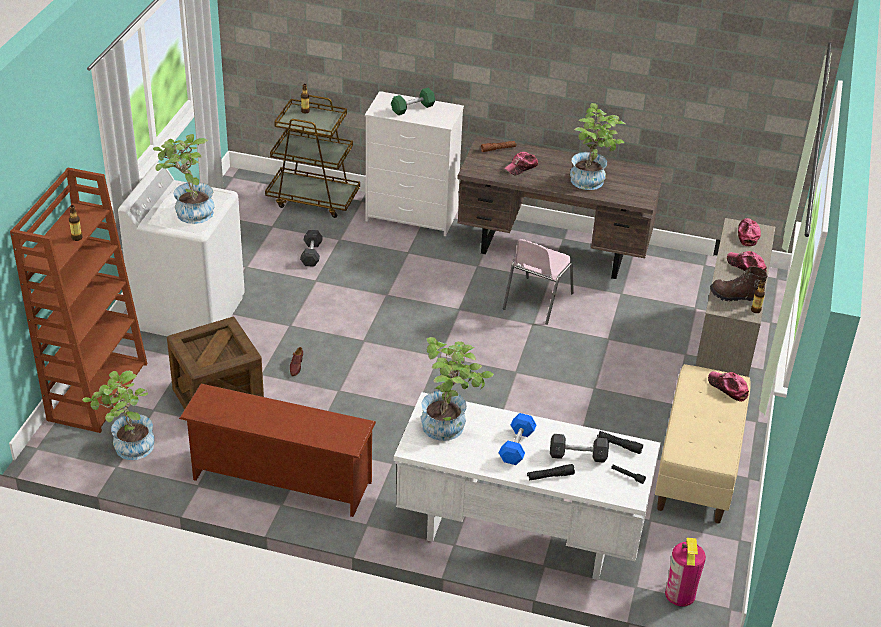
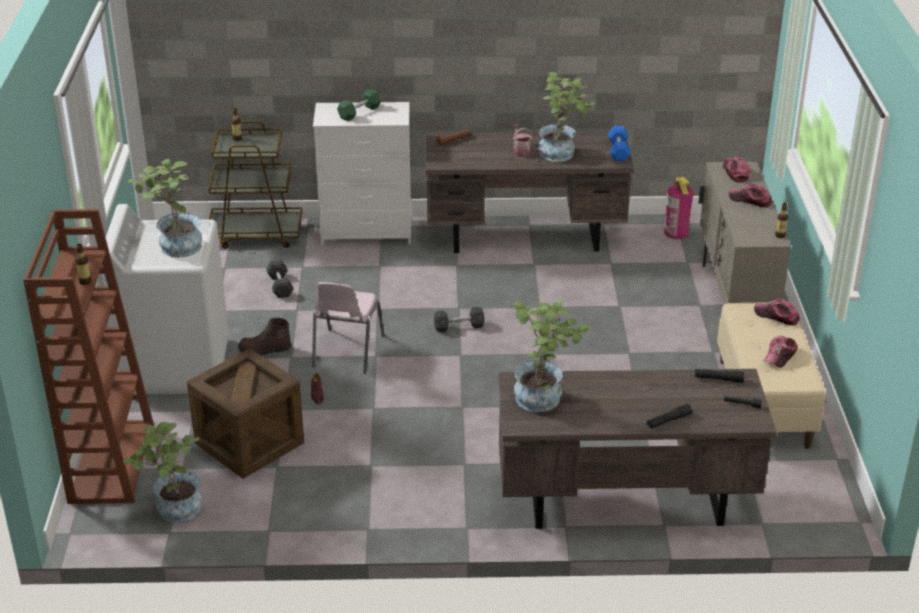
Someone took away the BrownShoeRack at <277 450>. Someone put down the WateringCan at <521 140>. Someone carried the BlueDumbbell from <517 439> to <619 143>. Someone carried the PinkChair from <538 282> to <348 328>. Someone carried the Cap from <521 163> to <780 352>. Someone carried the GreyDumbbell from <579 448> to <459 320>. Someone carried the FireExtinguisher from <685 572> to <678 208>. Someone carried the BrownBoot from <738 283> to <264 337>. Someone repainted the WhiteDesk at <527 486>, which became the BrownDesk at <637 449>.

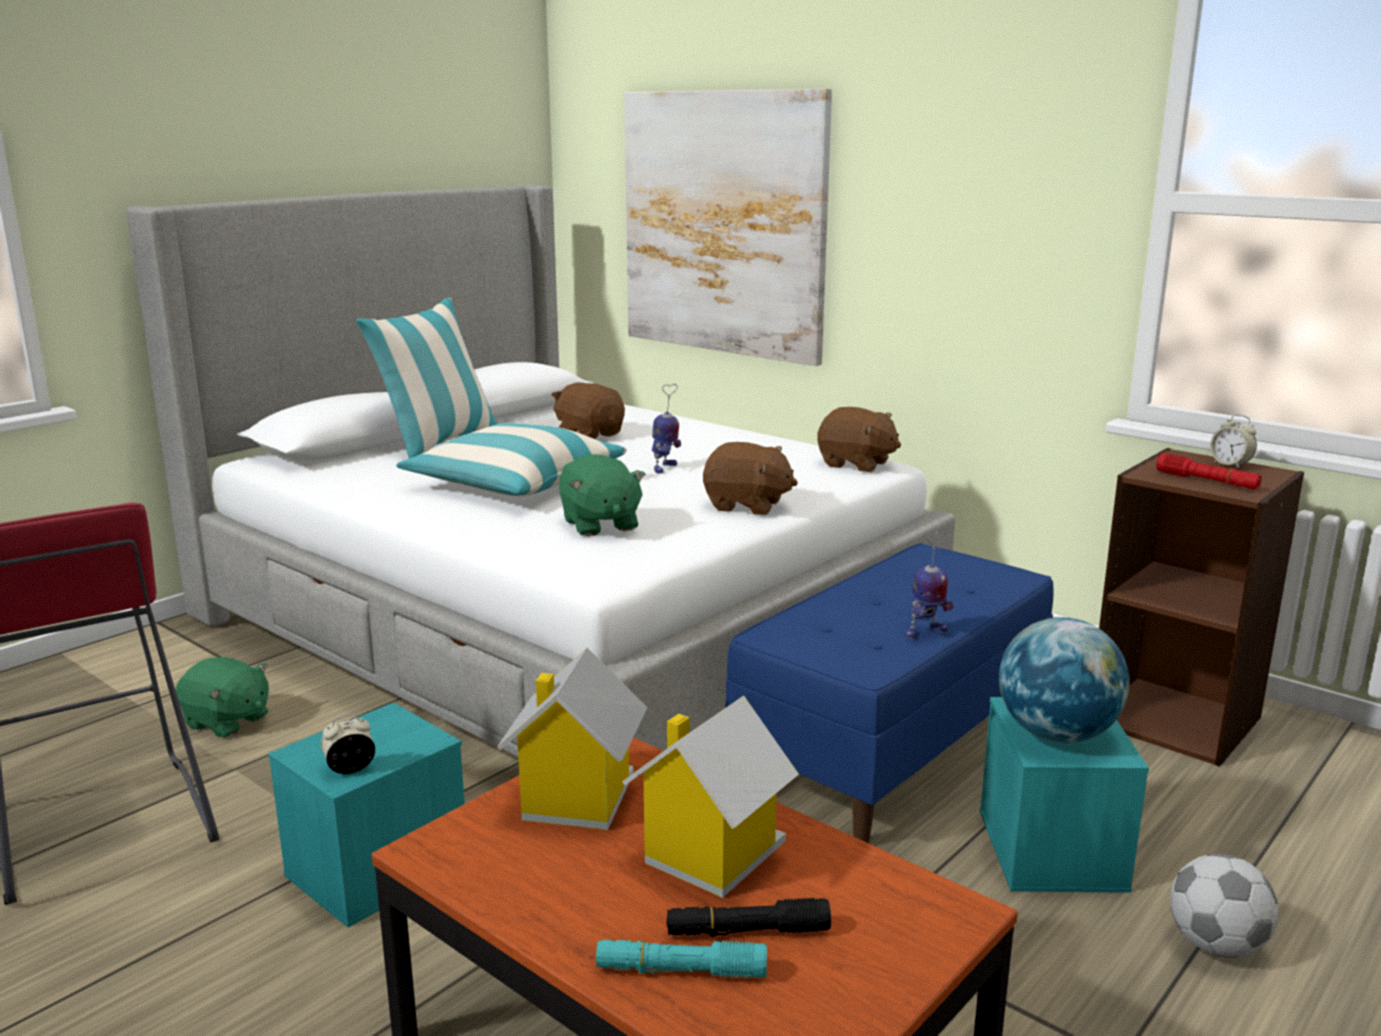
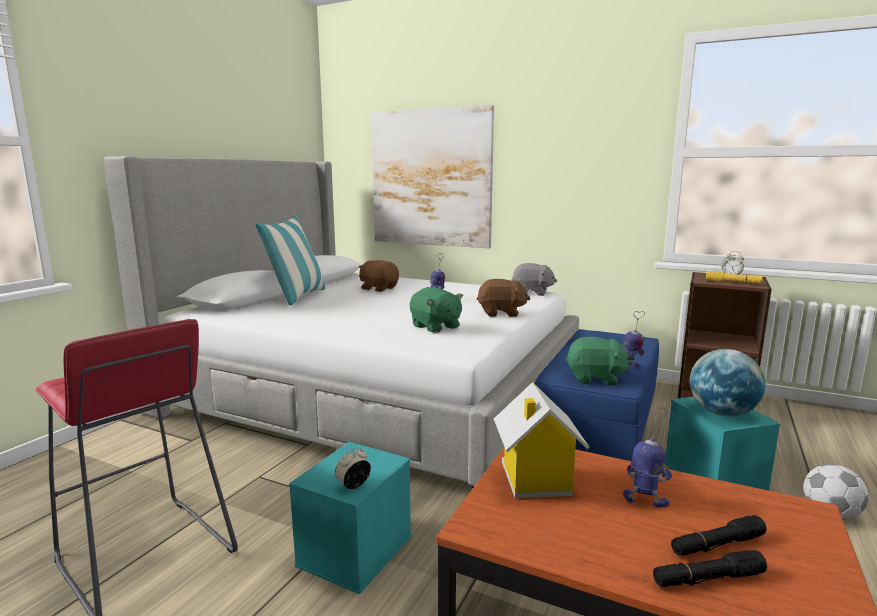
Someone took away the Pillow at <511 459>. Someone carried the GreenPlushToy from <222 697> to <599 361>. Someone swapped the ToyHouse at <710 797> for the ToyRobot at <647 456>. Someone repainted the TurquoiseFlashlight at <681 959>, which became the BlackFlashlight at <710 568>. Someone repainted the BrownPlushToy at <859 439>, which became the GreyPlushToy at <534 279>. Someone repainted the RedFlashlight at <1209 471>, which became the YellowFlashlight at <734 277>.

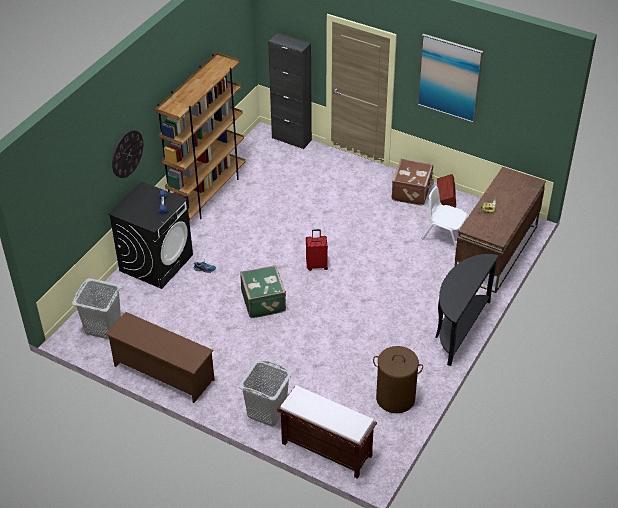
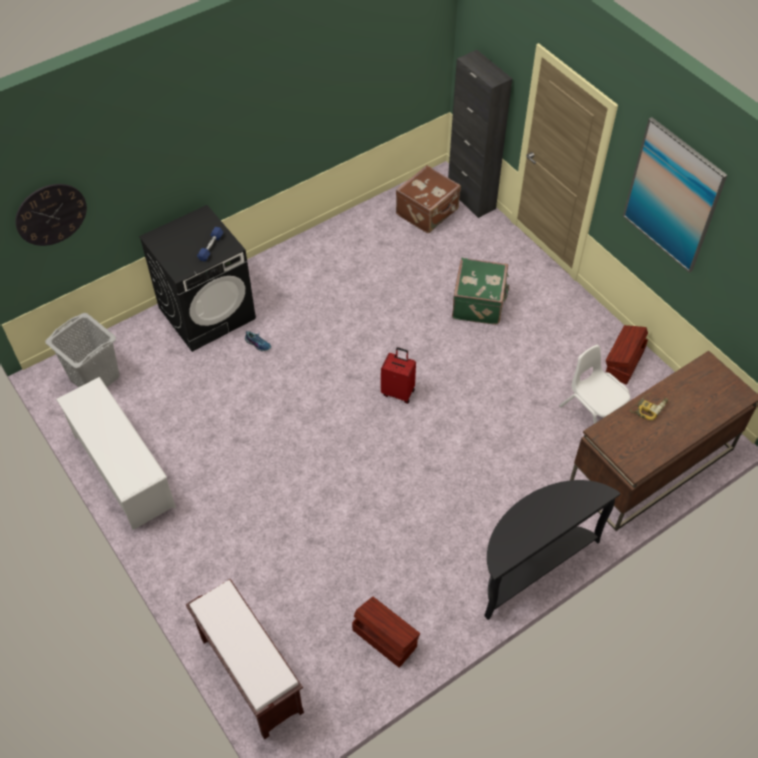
Someone took away the BrownBookcase at <200 137>. Someone took away the GreyLaundryBasket at <265 392>. Someone carried the WallClock from <127 154> to <51 215>. Someone carried the GreenSuitcase from <263 291> to <480 291>. Someone carried the BrownSuitcase from <412 182> to <428 199>. Someone swapped the BrownLaundryBasket at <398 379> for the BrownStorageBox at <386 632>. Someone repainted the BrownShoeRack at <160 357>, which became the WhiteShoeRack at <116 453>.

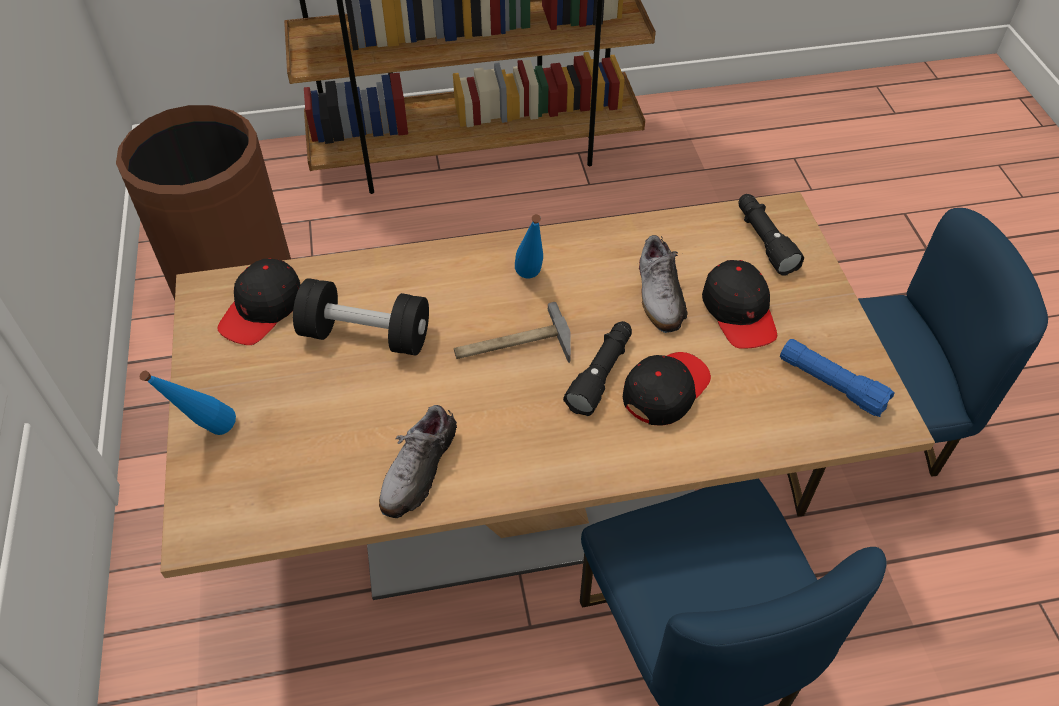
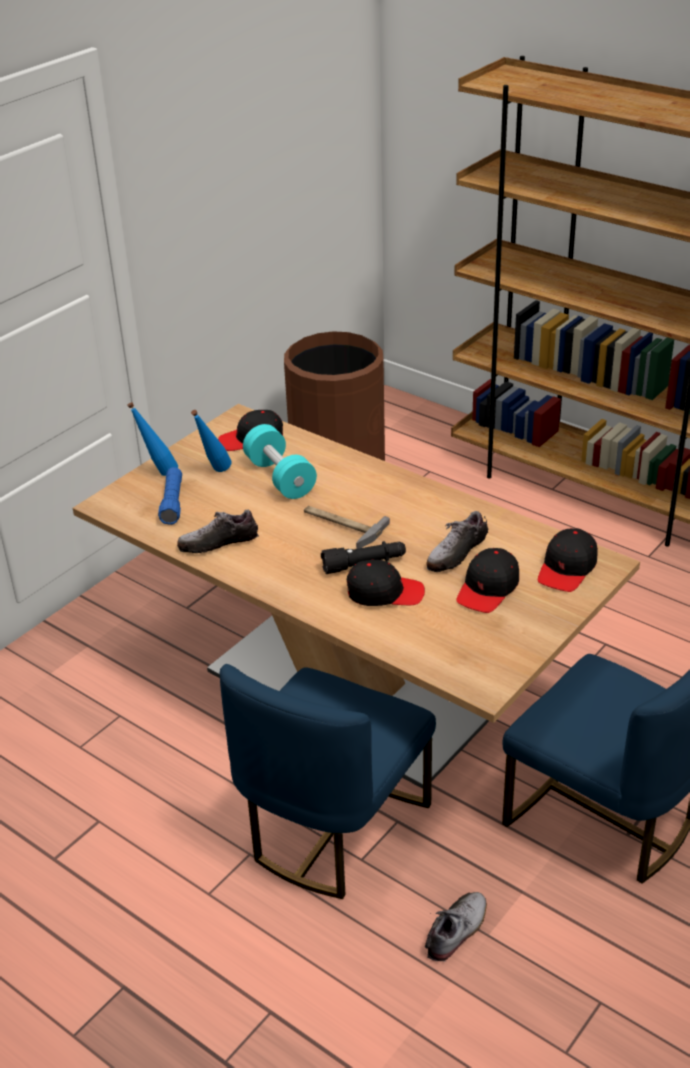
Someone put down the Shoe at <456 927>. Someone carried the BlueBottle from <529 246> to <211 441>. Someone carried the BlueFlashlight from <837 378> to <170 496>. Someone swapped the BlackFlashlight at <771 235> for the BlackCap at <568 560>. Someone repainted the BlackDumbbell at <361 317>, which became the TurquoiseDumbbell at <280 461>.

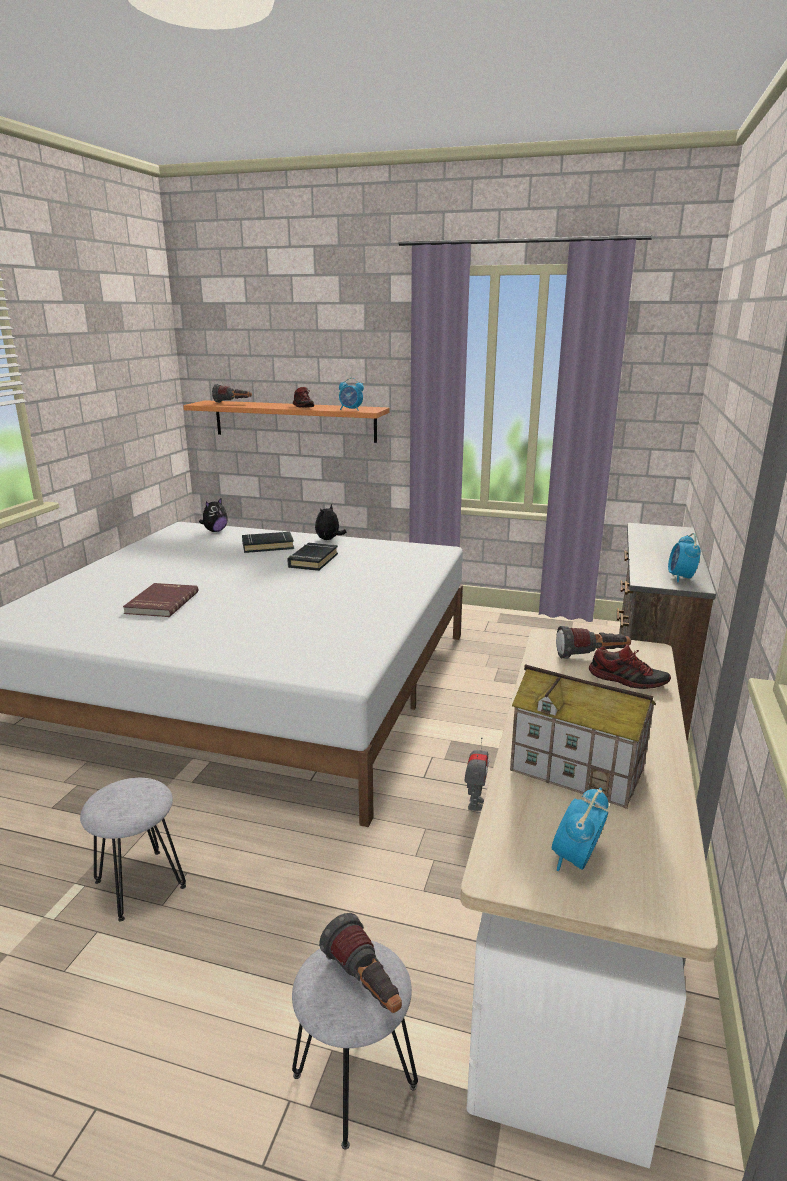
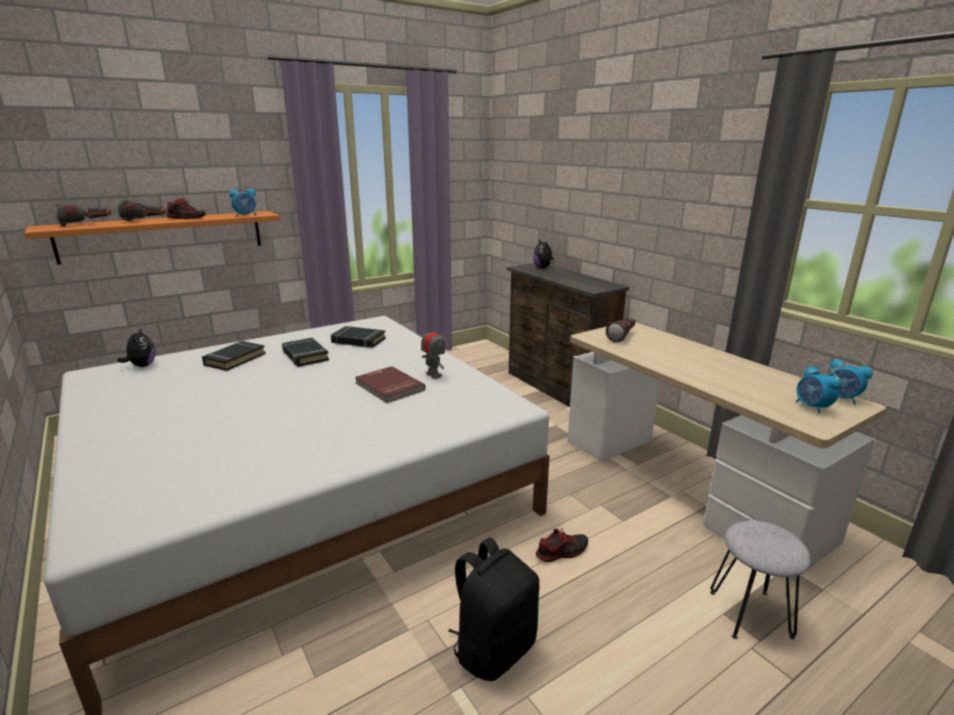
Someone took away the ToyHouse at <583 736>. Someone put down the BlackBook at <358 337>. Someone carried the RedBook from <160 600> to <390 384>. Someone carried the PlushToy from <330 522> to <544 253>. Someone carried the Flashlight from <360 963> to <142 210>. Someone carried the ToyRobot from <476 774> to <433 351>. Someone carried the Shoe from <630 666> to <562 545>. Someone carried the AlarmClock from <684 558> to <851 380>. Someone swapped the GreyStool at <133 849> for the BlackBackpack at <493 609>.

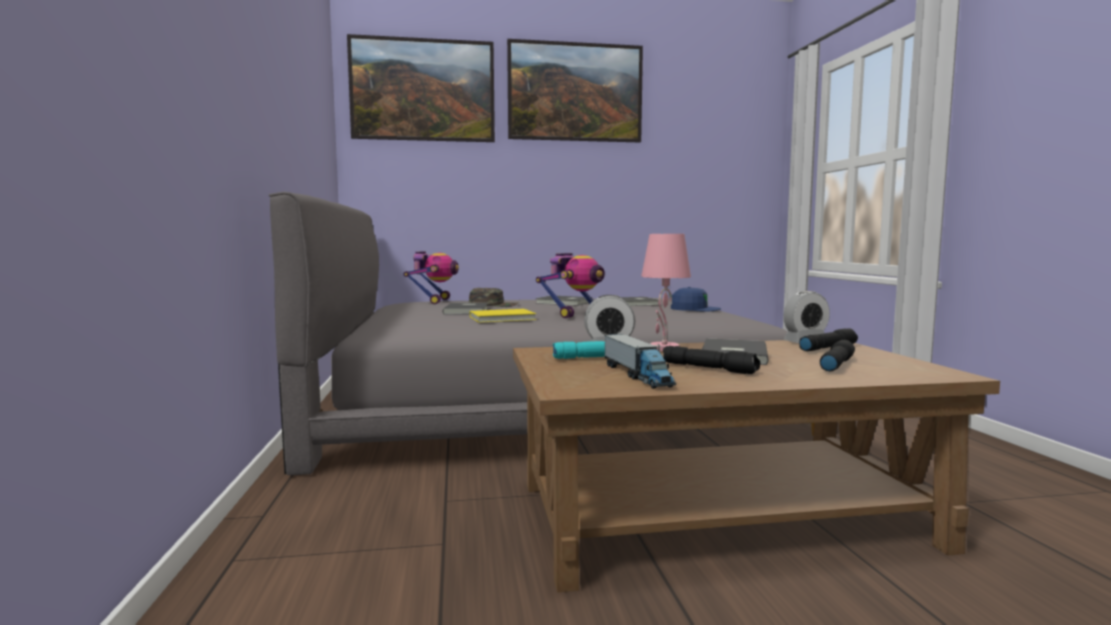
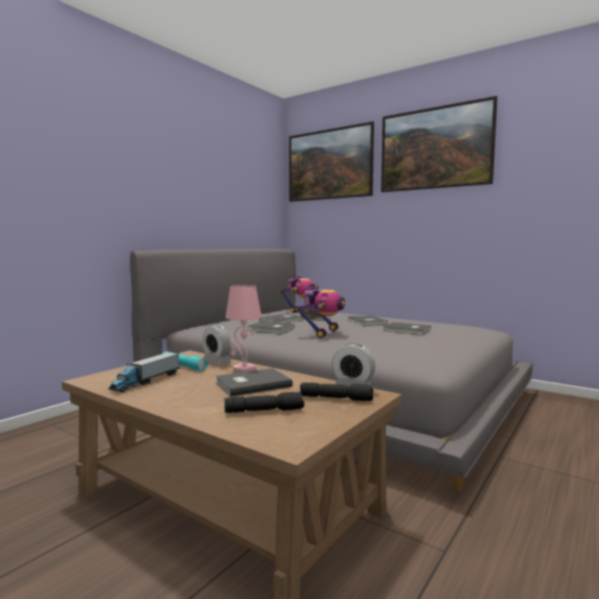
Someone took away the BlackFlashlight at <711 360>. Someone took away the BlueCap at <696 299>. Someone repainted the YellowBook at <503 316>, which became the GreyBook at <271 327>. Someone rotated the ToyRobot at <570 285> by 60 degrees counterclockwise.

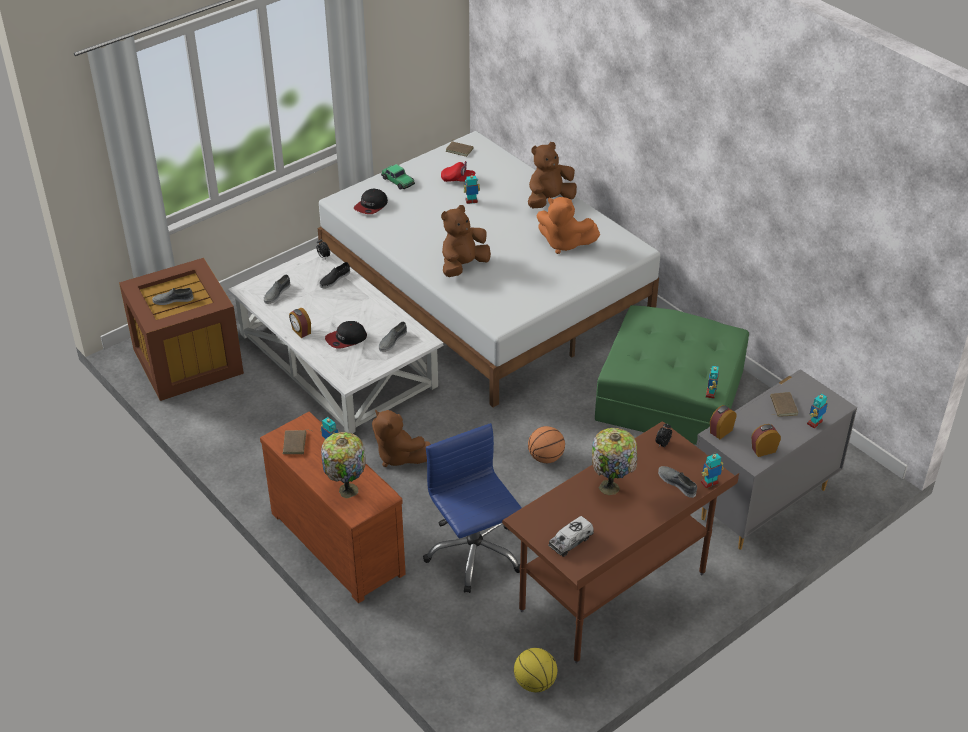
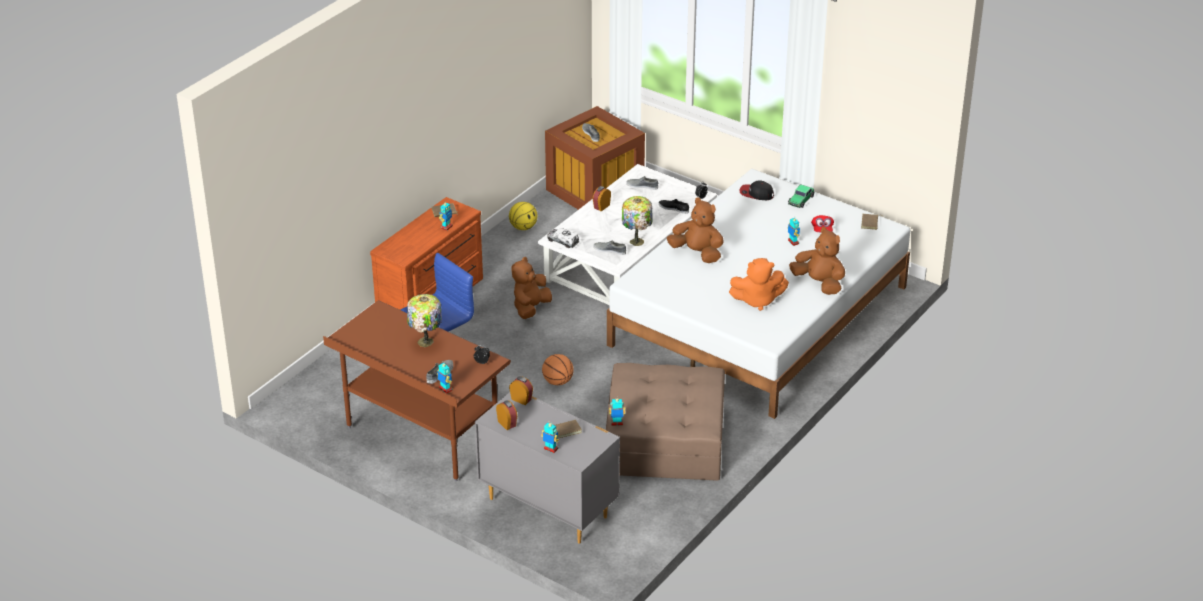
Someone took away the Cap at <346 334>. Someone carried the TableLamp from <343 465> to <637 221>. Someone carried the Basketball from <535 670> to <523 216>. Someone carried the ToyTruck from <571 536> to <563 238>. Someone repainted the GreenOttoman at <672 375>, which became the BrownOttoman at <665 422>. Someone rotated the OrangePlushToy at <568 225> by 105 degrees counterclockwise.

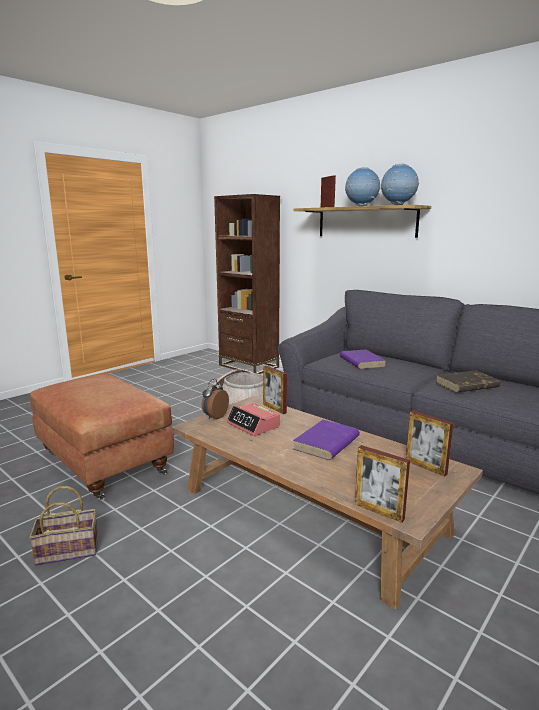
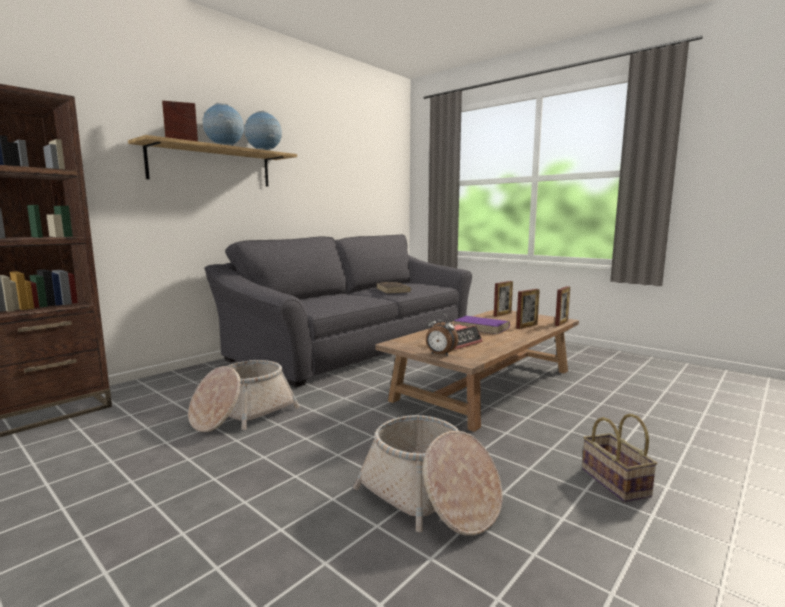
Someone took away the PurpleBook at <363 359>. Someone carried the PictureFrame from <275 390> to <528 309>. Someone swapped the BrownOttoman at <102 437> for the Basket at <428 475>.

